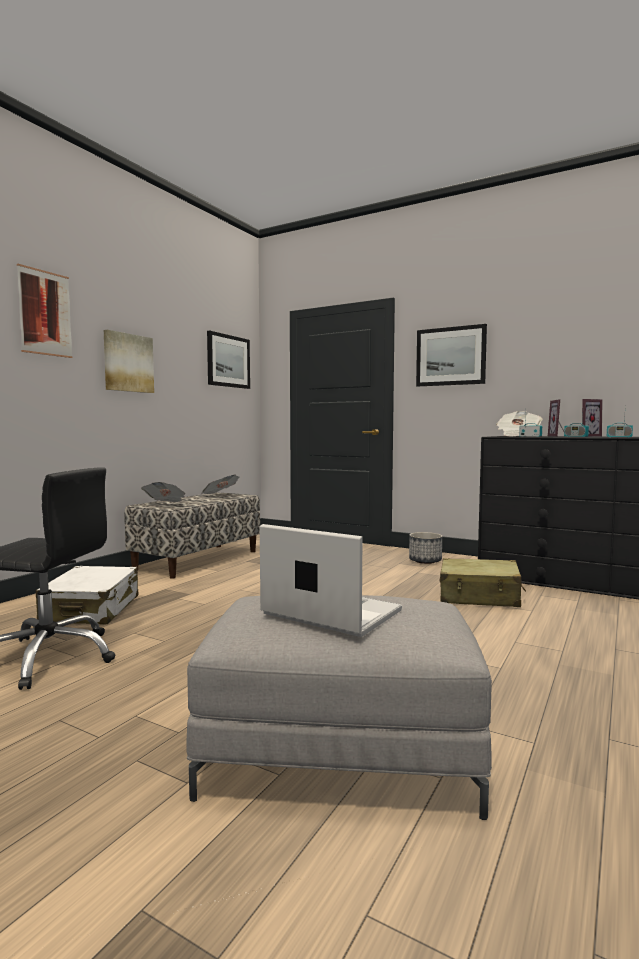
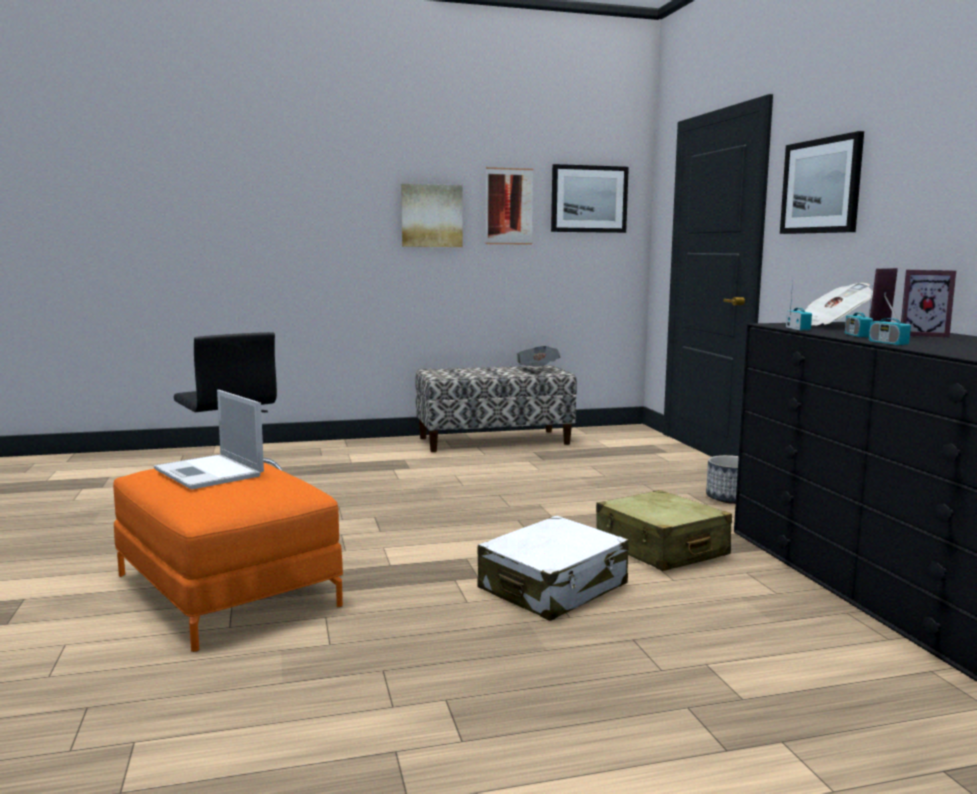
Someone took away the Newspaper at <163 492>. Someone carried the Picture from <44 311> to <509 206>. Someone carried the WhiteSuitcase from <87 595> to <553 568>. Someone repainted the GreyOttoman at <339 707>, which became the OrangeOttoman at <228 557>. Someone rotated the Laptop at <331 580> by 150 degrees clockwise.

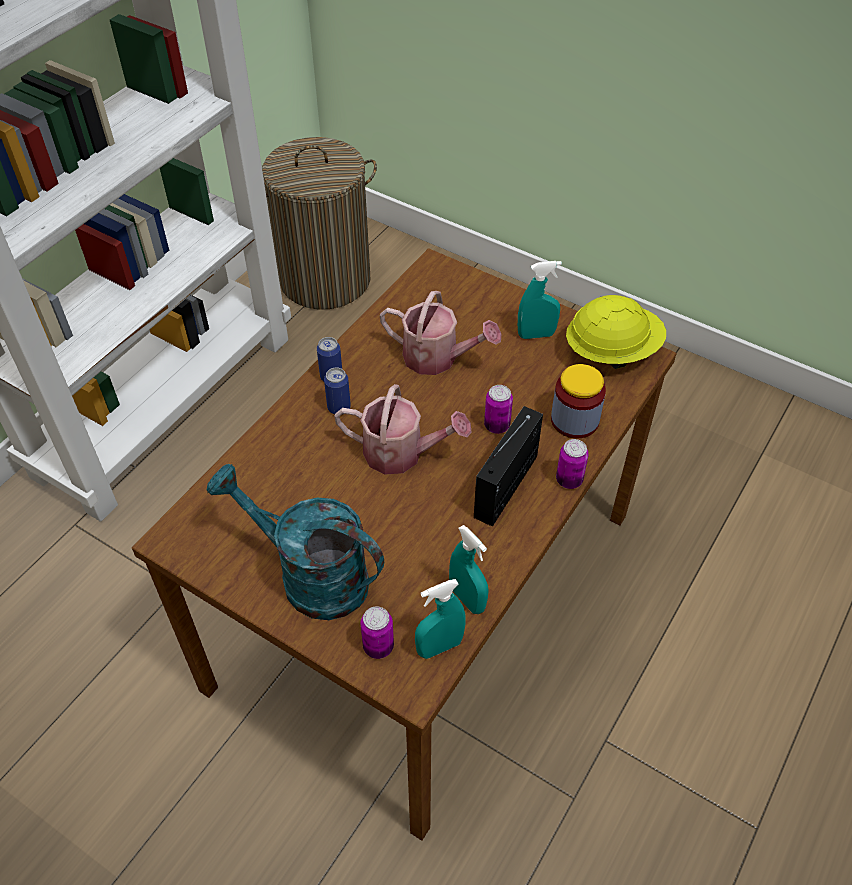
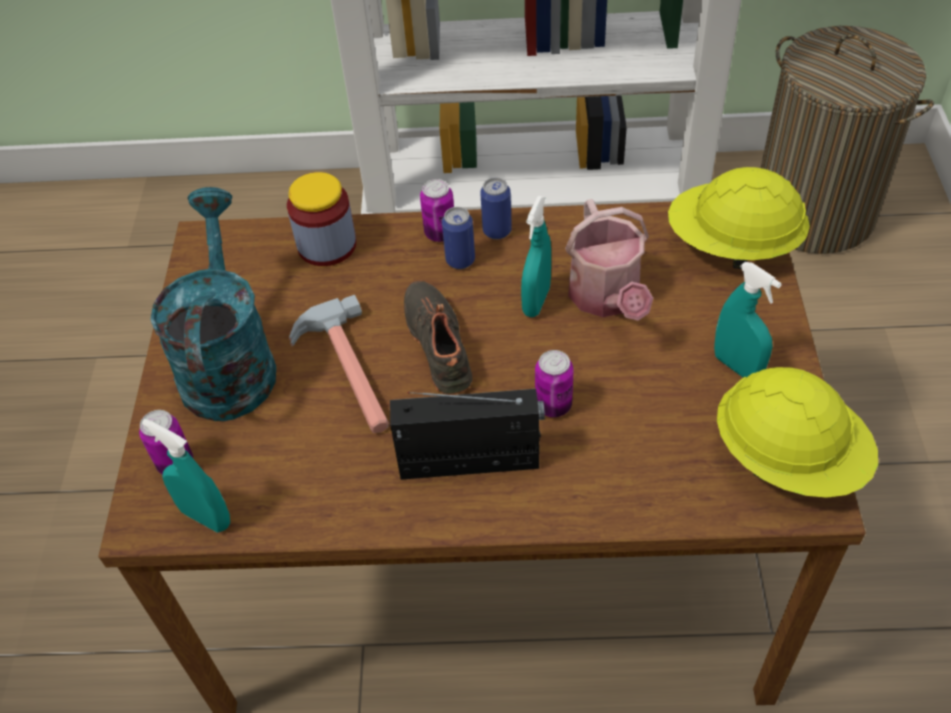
Someone put down the Hammer at <339 364>. Someone put down the YellowHardHat at <739 218>. Someone carried the TurquoiseSprayBottle from <469 569> to <536 256>. Someone carried the Jar from <578 401> to <321 219>. Someone carried the Can from <572 464> to <437 210>. Someone swapped the WateringCan at <403 429> for the BlackShoe at <438 338>.

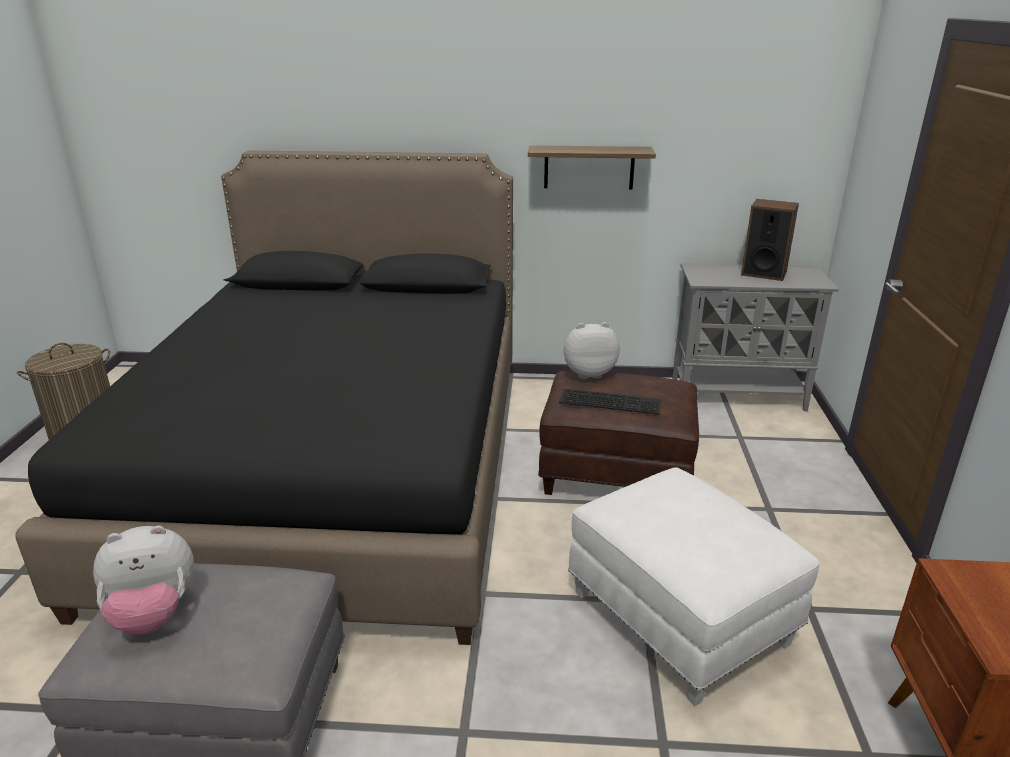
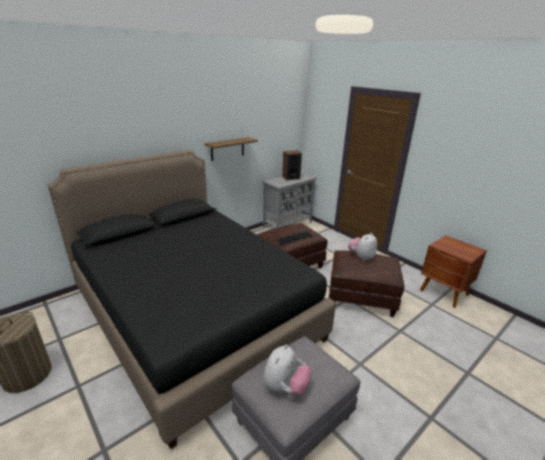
Someone carried the PlushToy from <592 350> to <362 247>. Someone repainted the WhiteOttoman at <694 586>, which became the BrownOttoman at <367 283>.

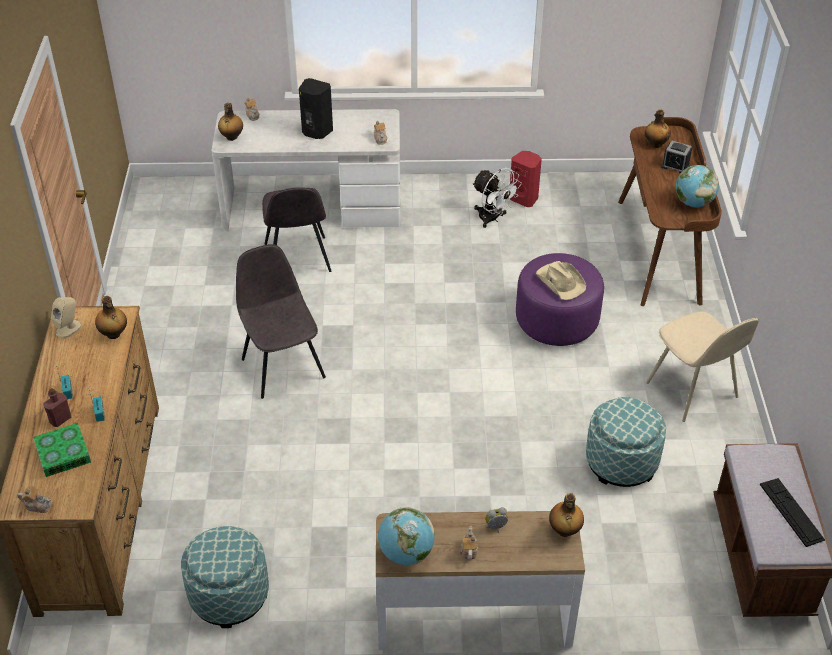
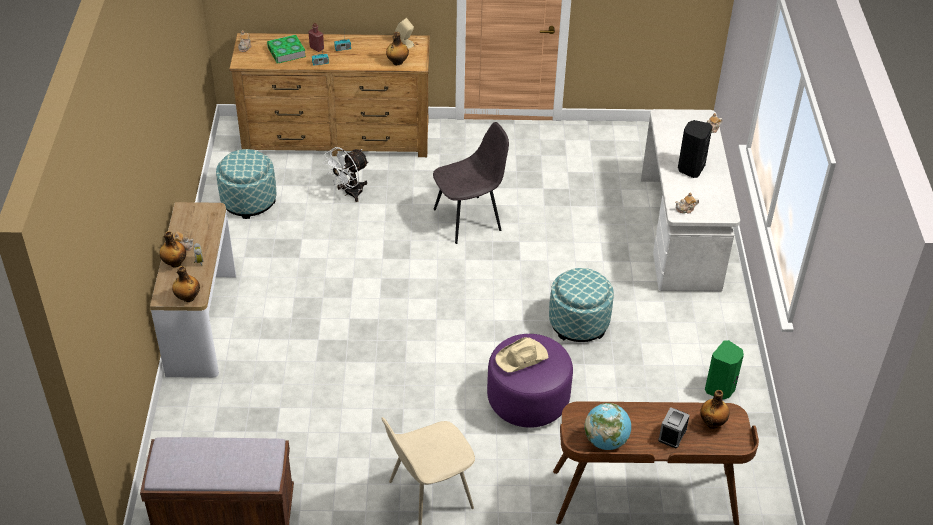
Someone took away the GreyChair at <296 229>. Someone took away the Globe at <406 536>. Someone took away the Keyboard at <792 512>. Someone carried the Bottle from <230 122> to <172 249>. Someone carried the WhiteFan from <497 198> to <346 174>. Someone carried the Ottoman from <626 442> to <581 305>. Someone repainted the RedSpeaker at <526 179>, which became the GreenSpeaker at <724 369>.

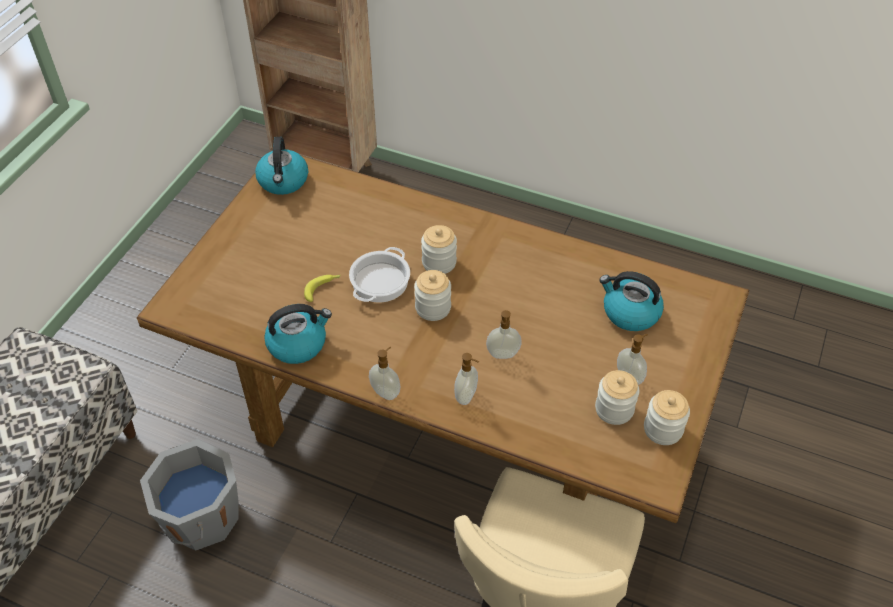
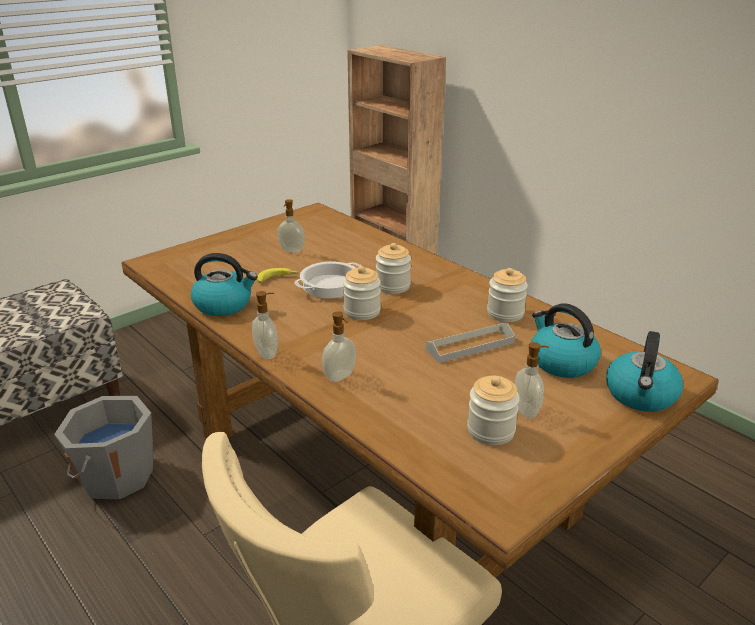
Someone put down the GreyTray at <470 343>. Someone carried the Kettle from <281 166> to <644 371>. Someone carried the SoapDispenser from <504 334> to <291 226>. Someone carried the Jar from <667 417> to <507 295>.

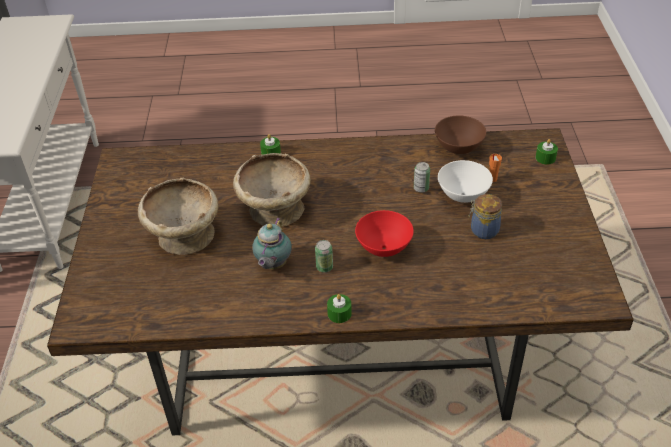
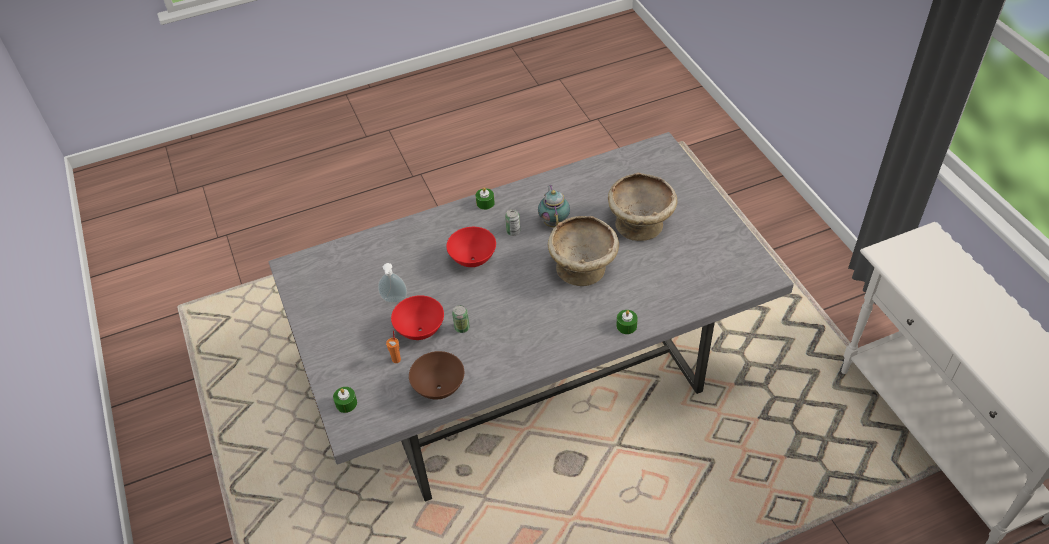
Someone swapped the Jar at <485 216> for the SoapDispenser at <392 283>. Someone repainted the BrownDiningTable at <340 281>, which became the GreyDiningTable at <531 317>. Someone repainted the WhiteBowl at <465 181>, which became the RedBowl at <417 317>.

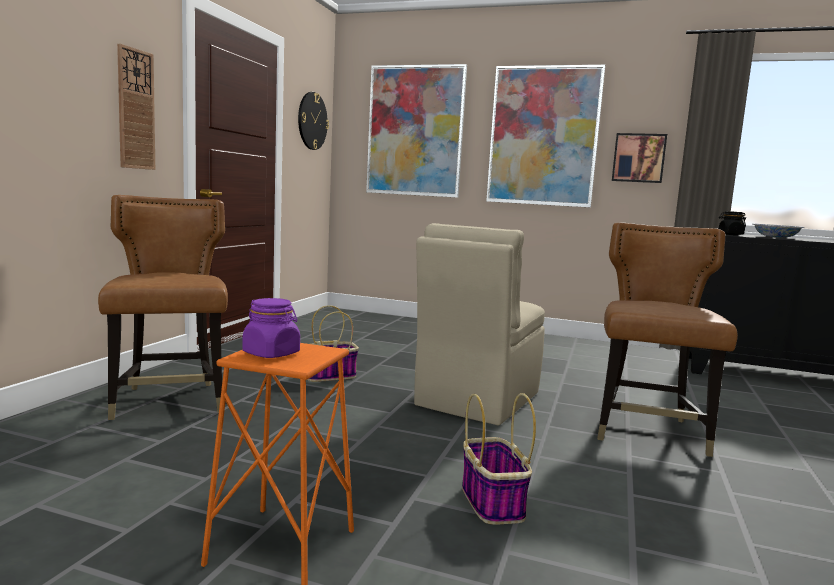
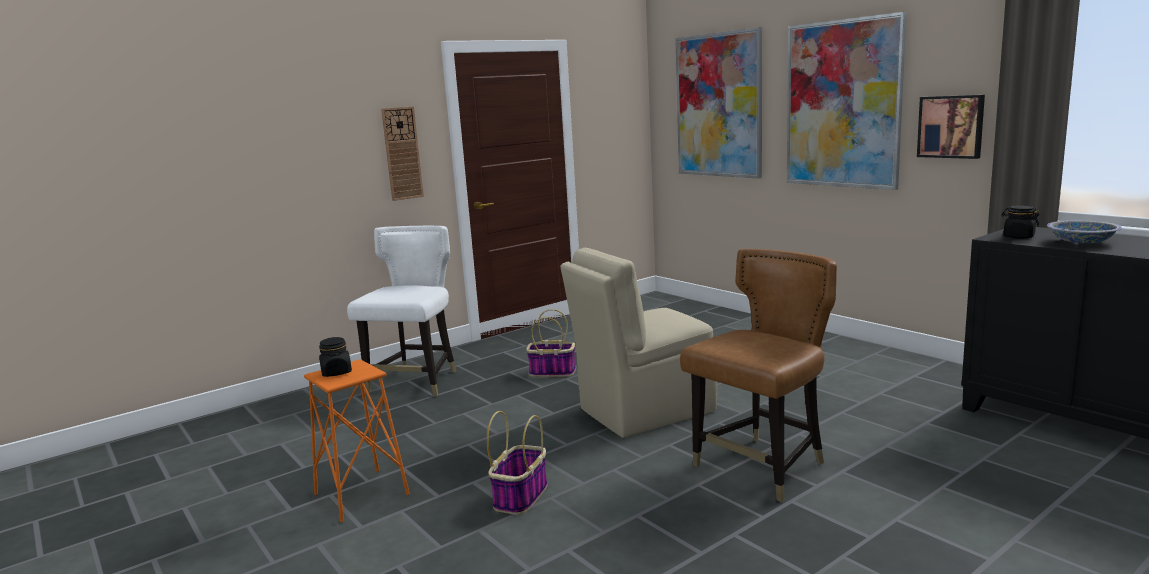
Someone took away the WallClock at <313 121>. Someone repainted the BrownChair at <163 307>, which became the WhiteChair at <401 311>. Someone repainted the PurpleJar at <271 328>, which became the BlackJar at <335 357>.

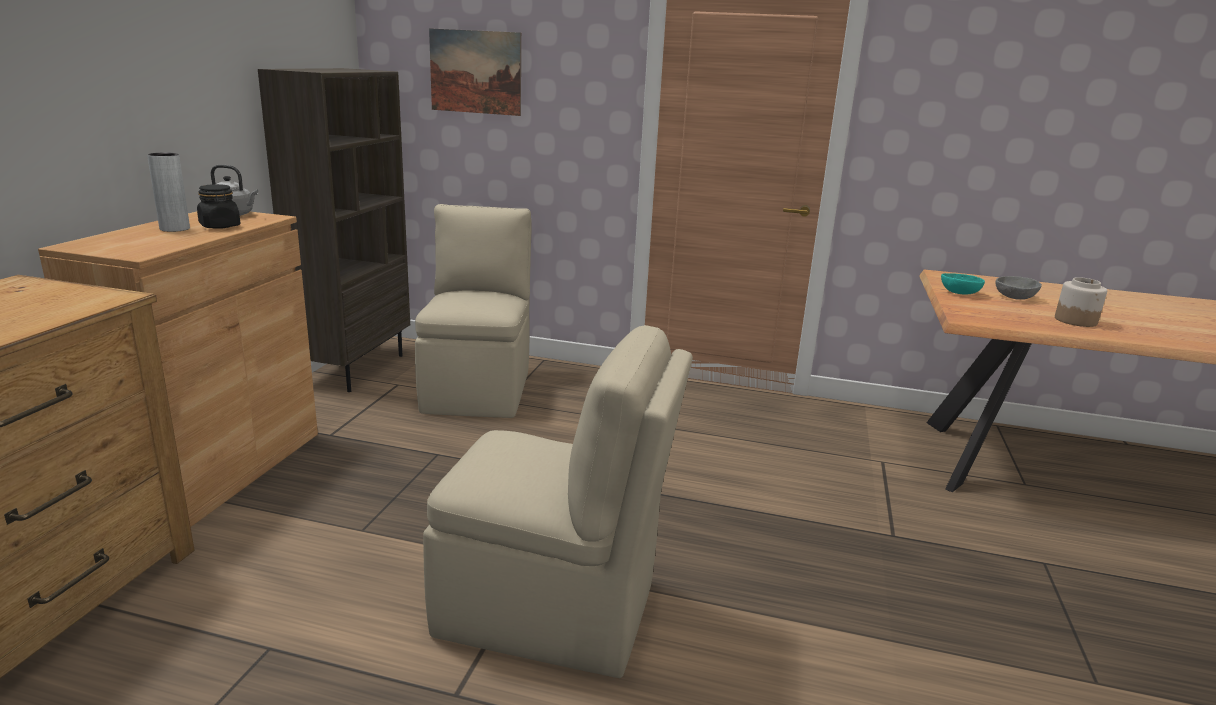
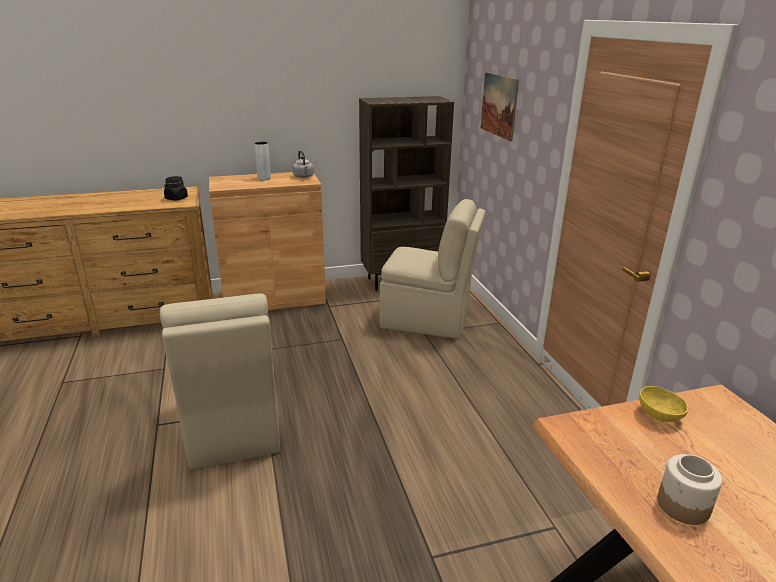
Someone took away the GreyBowl at <1019 288>. Someone carried the BlackJar from <219 206> to <176 188>. Someone repainted the TurquoiseBowl at <963 283>, which became the YellowBowl at <663 404>. Someone rotated the BeigeChair at <473 311> by 45 degrees clockwise.

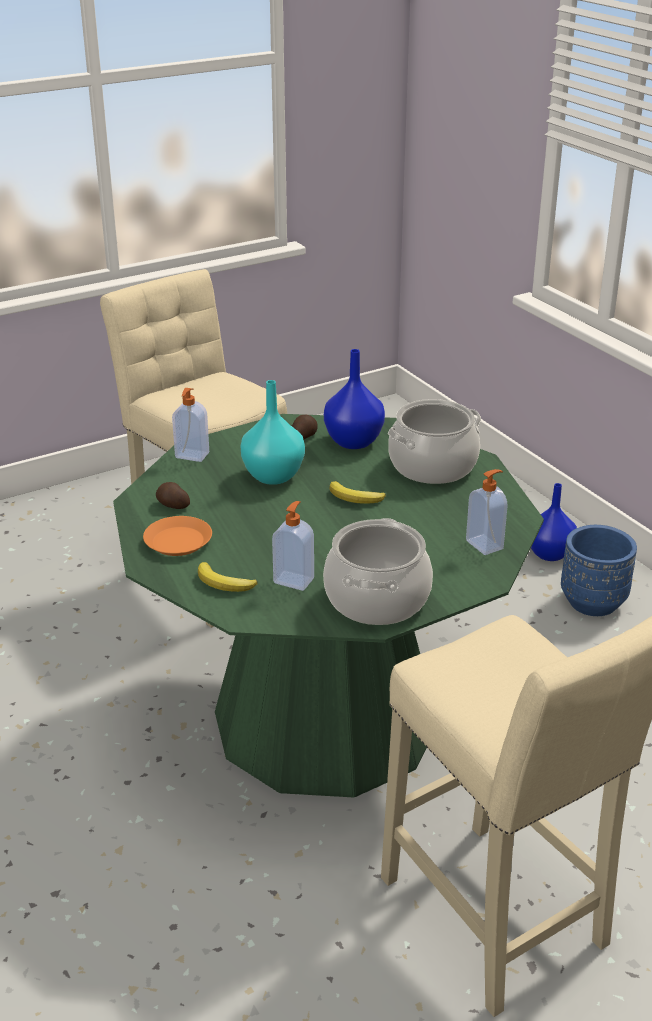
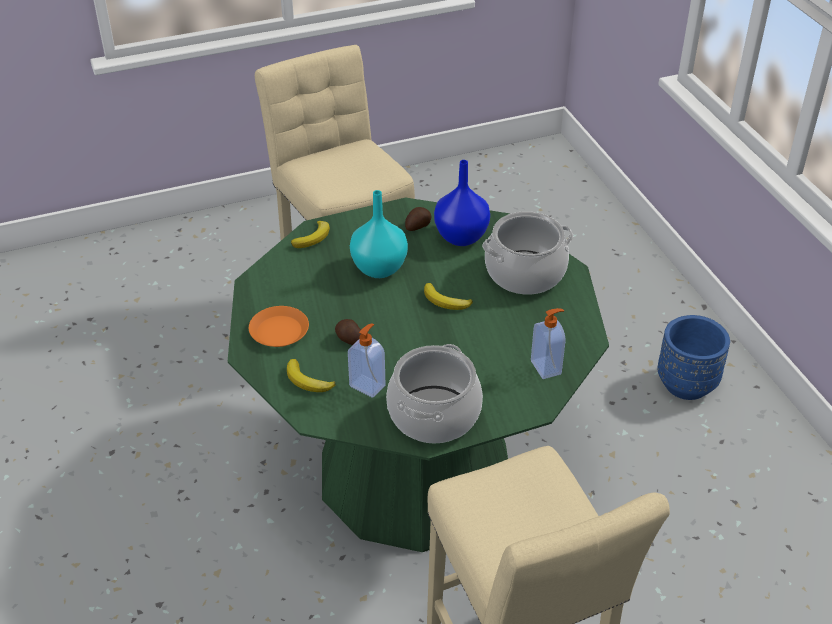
Someone took away the BlueVase at <554 522>. Someone carried the Potato from <173 495> to <348 332>. Someone swapped the SoapDispenser at <190 425> for the Banana at <310 234>.

